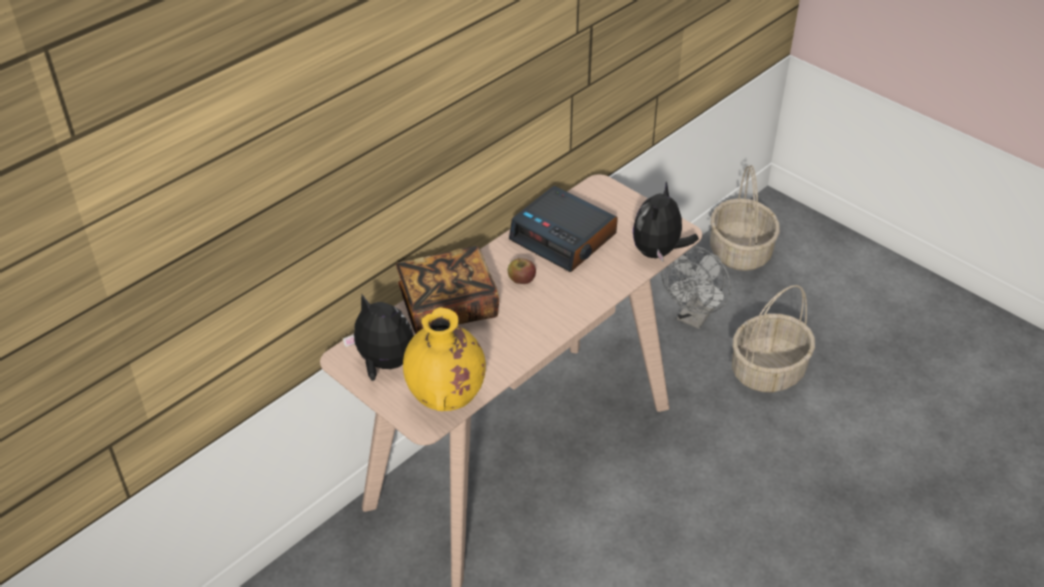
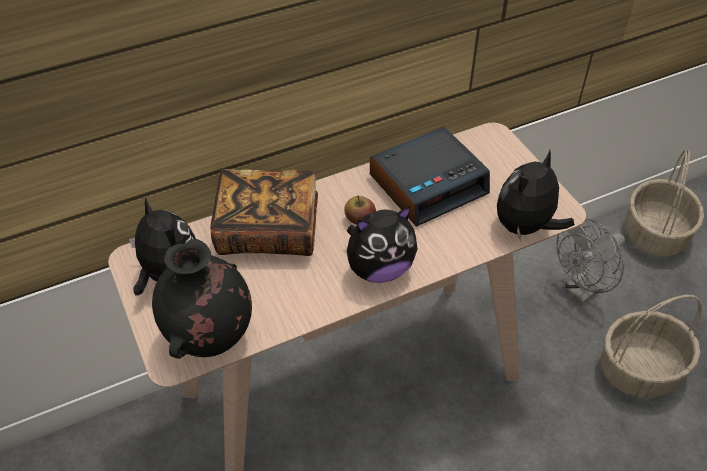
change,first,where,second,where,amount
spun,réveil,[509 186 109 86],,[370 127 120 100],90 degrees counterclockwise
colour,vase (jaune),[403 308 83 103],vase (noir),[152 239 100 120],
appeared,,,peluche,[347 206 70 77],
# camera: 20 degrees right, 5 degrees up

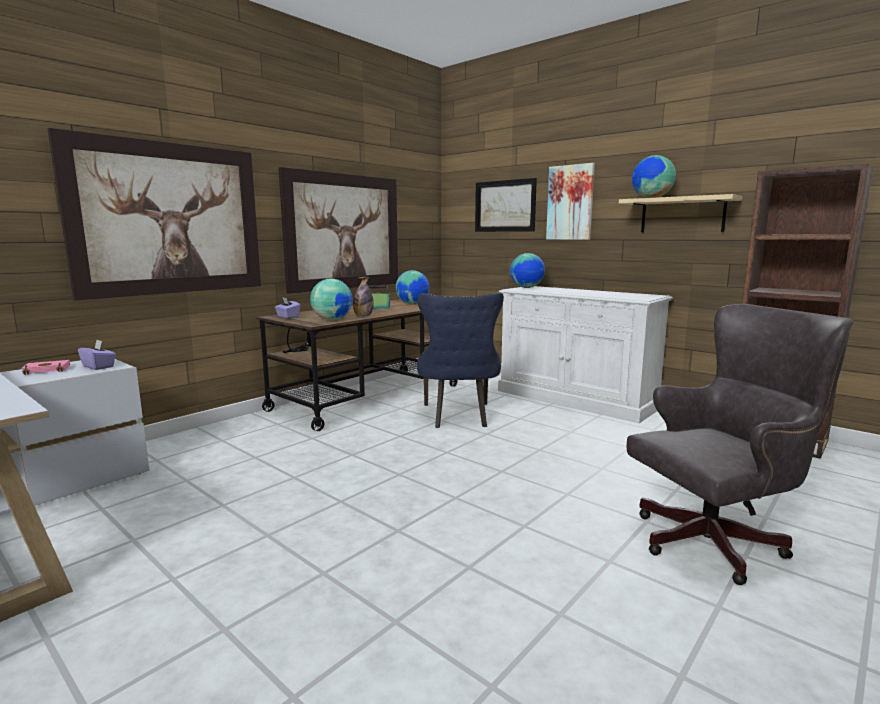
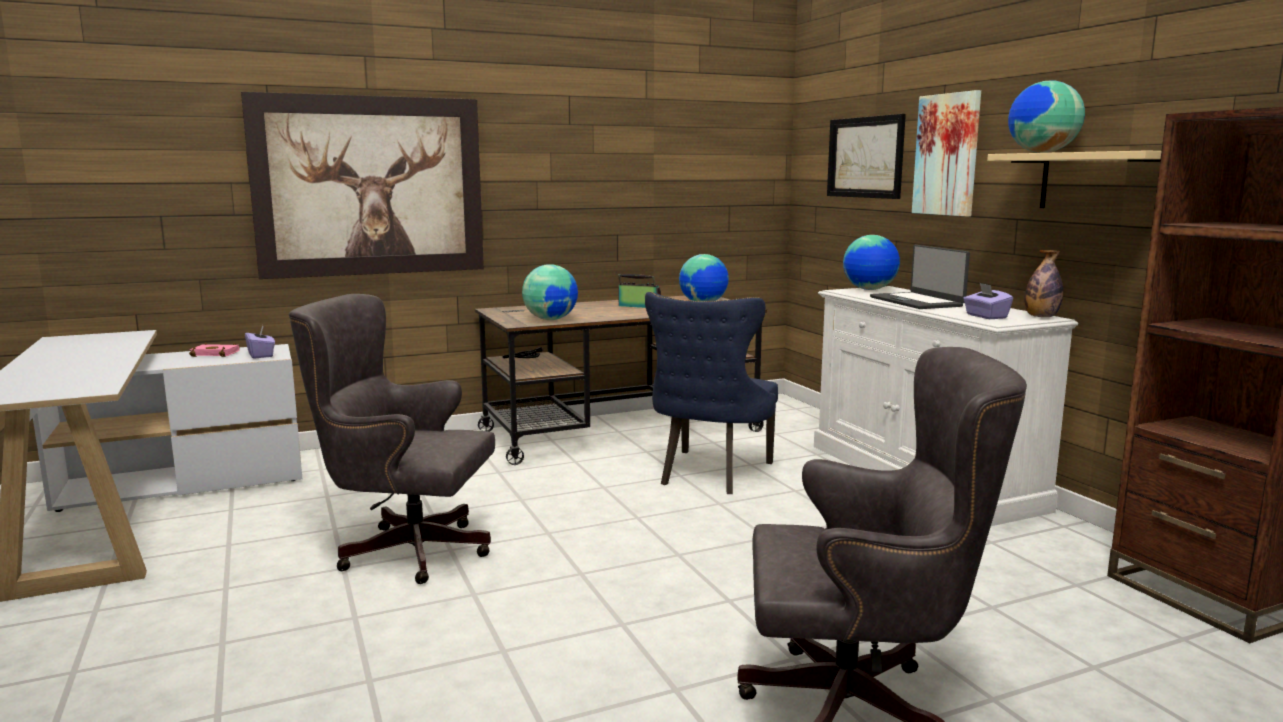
change,first,where,second,where,amount
missing,tableau,[279 167 119 127],,,
relocated,bouteille,[353 277 21 39],,[1025 250 38 67],
relocated,boîte à mouchoirs (violet),[275 297 26 22],,[963 282 50 37],
appeared,,,ordinateur portable,[870 245 100 64],
appeared,,,chaise de bureau (gris),[289 294 206 290],
# camera: 25 degrees right, 0 degrees up

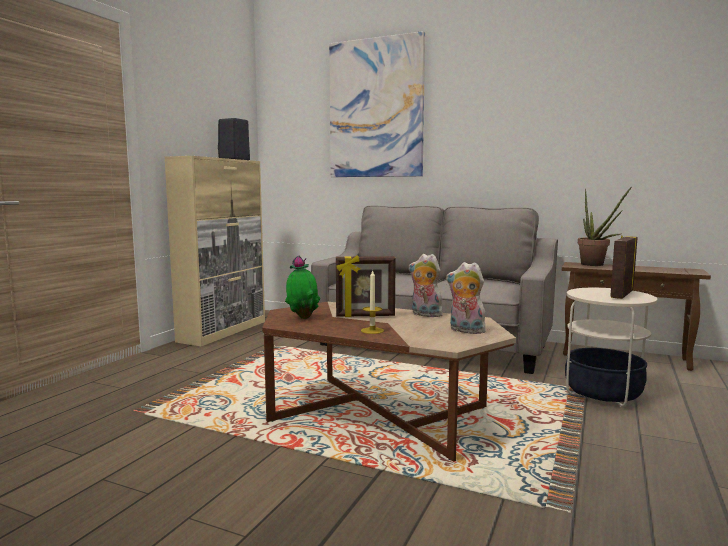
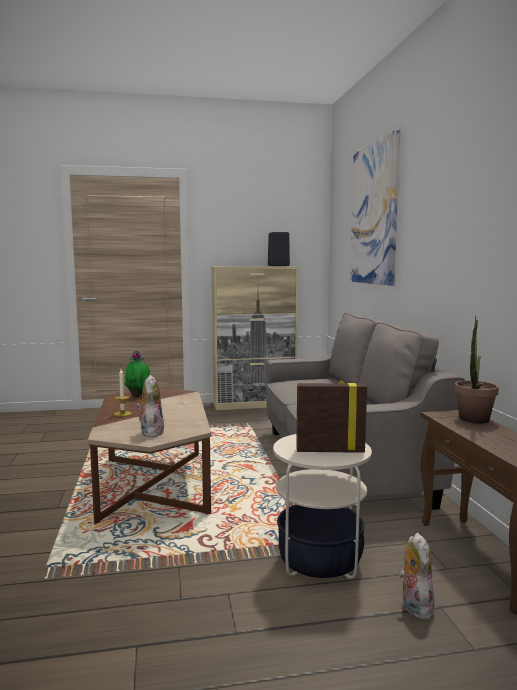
change,first,where,second,where,amount
relocated,peluche,[409 254 34 63],,[399 532 36 88],
missing,cadre photo,[336 256 60 61],,,
# camera: 55 degrees right, 0 degrees up

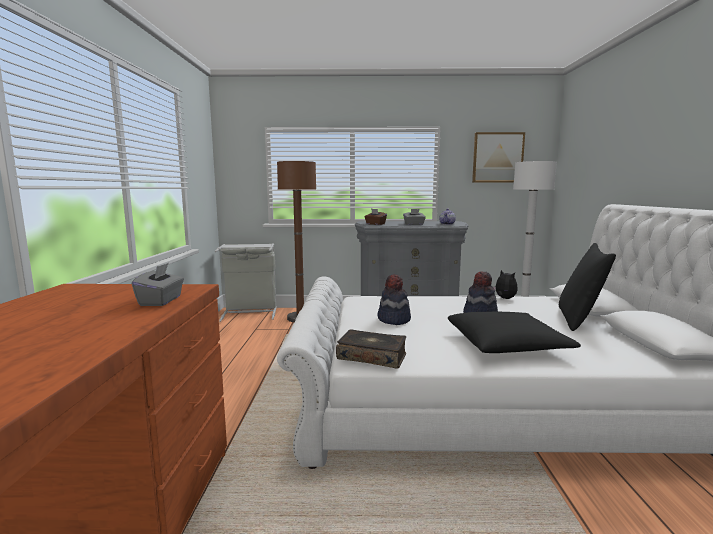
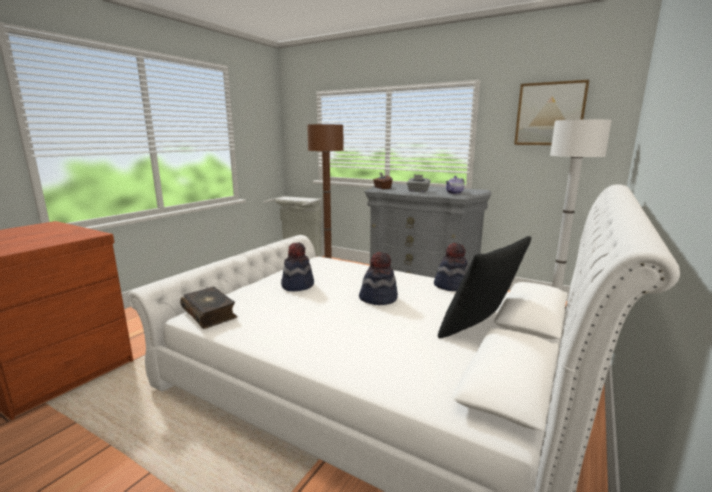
change,first,where,second,where,amount
missing,boîte à mouchoirs (gris),[132 263 52 43],,,
exchanged,peluche,[493 270 25 29],chapeau,[434 243 34 48],
missing,coussin (noir),[448 311 133 42],,,
# camera: 30 degrees right, 5 degrees up

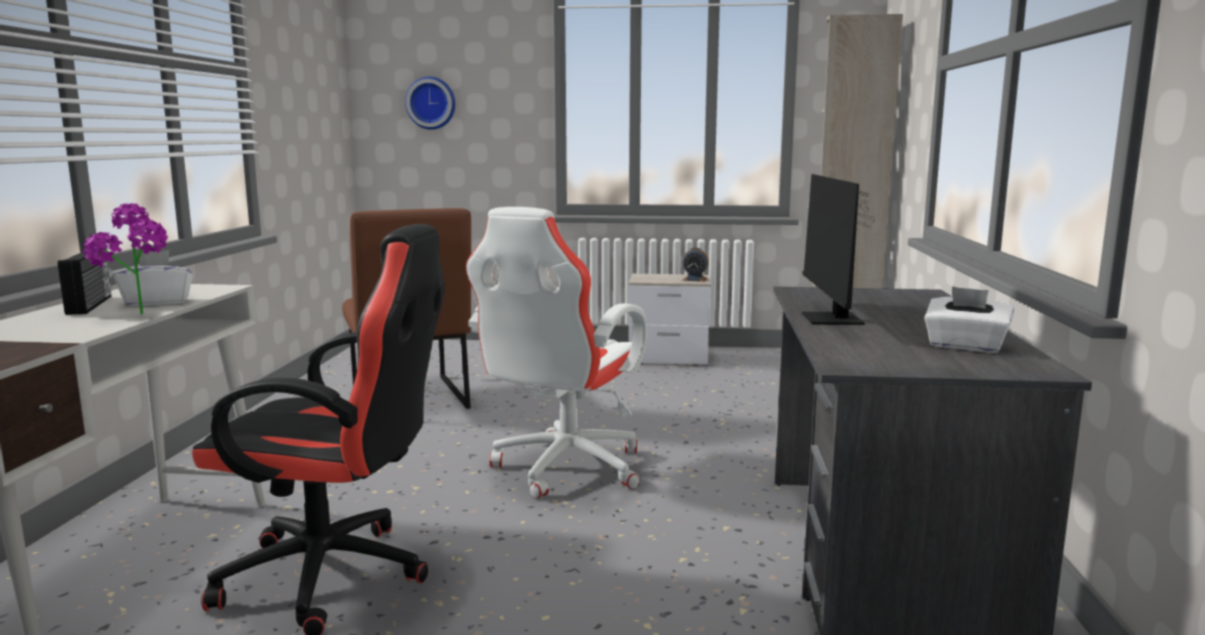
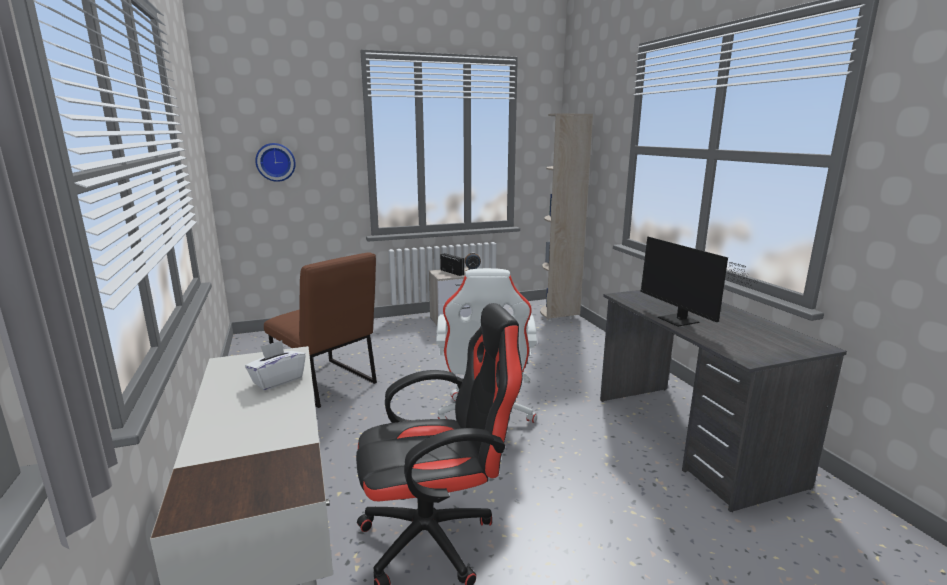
change,first,where,second,where,amount
missing,plante en pot,[83 203 85 111],,,
relocated,radio,[58 248 54 67],,[440 253 24 23],
missing,boîte à mouchoirs (blanc),[924 286 90 67],,,
# camera: 25 degrees left, 5 degrees up

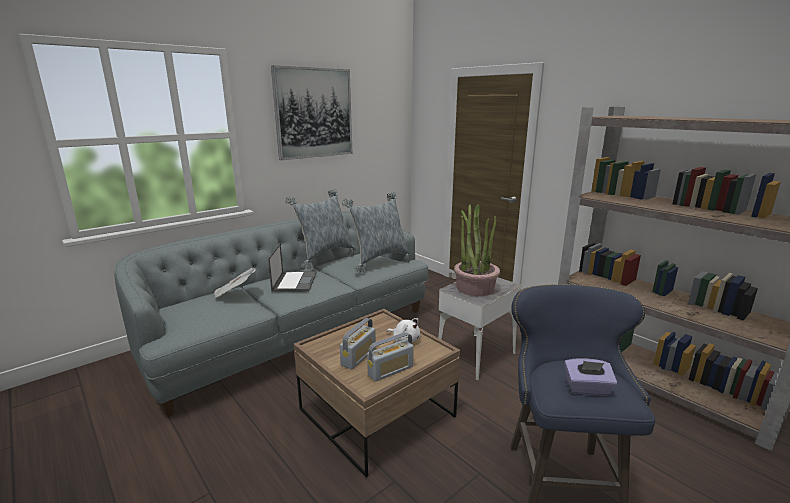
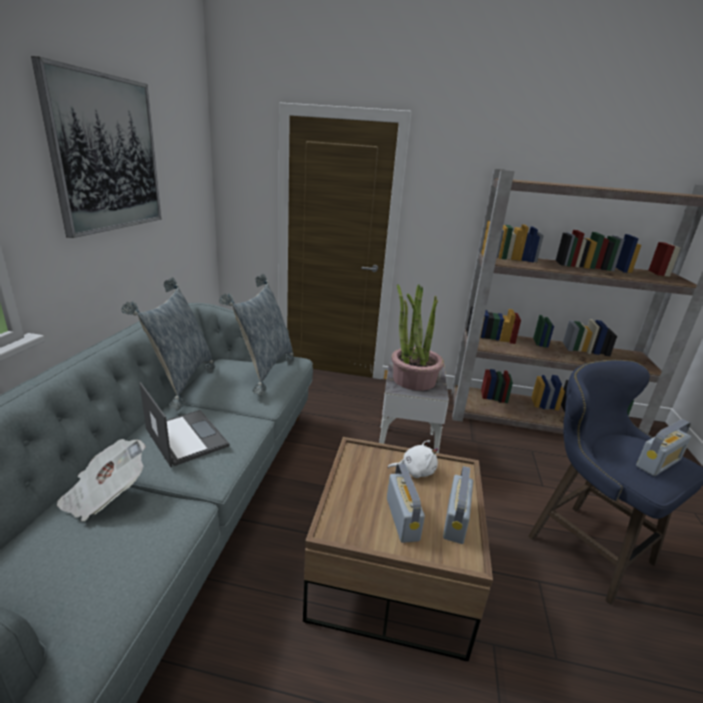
change,first,where,second,where,amount
exchanged,boîte à mouchoirs (violet),[564 358 53 38],radio,[636 419 55 57],
# camera: 40 degrees left, 5 degrees up

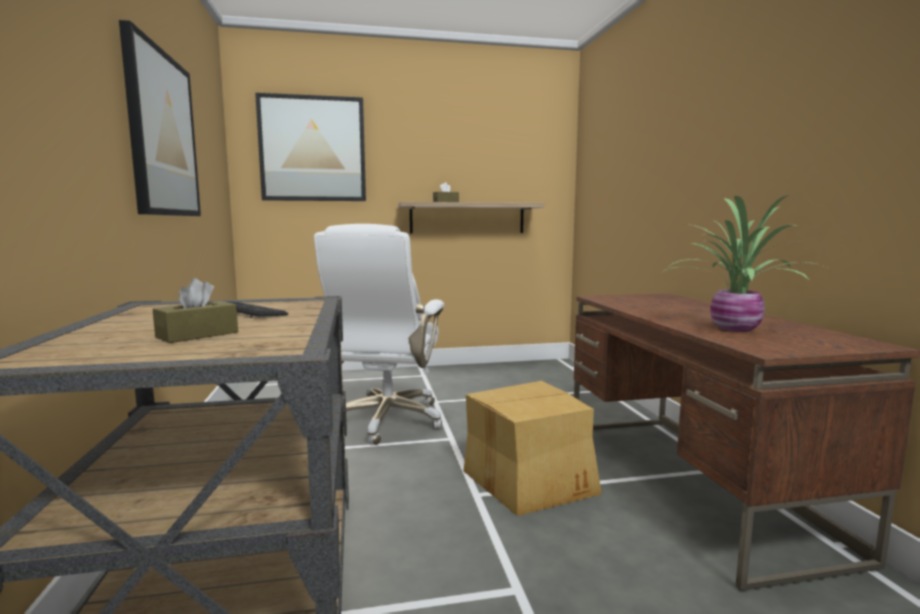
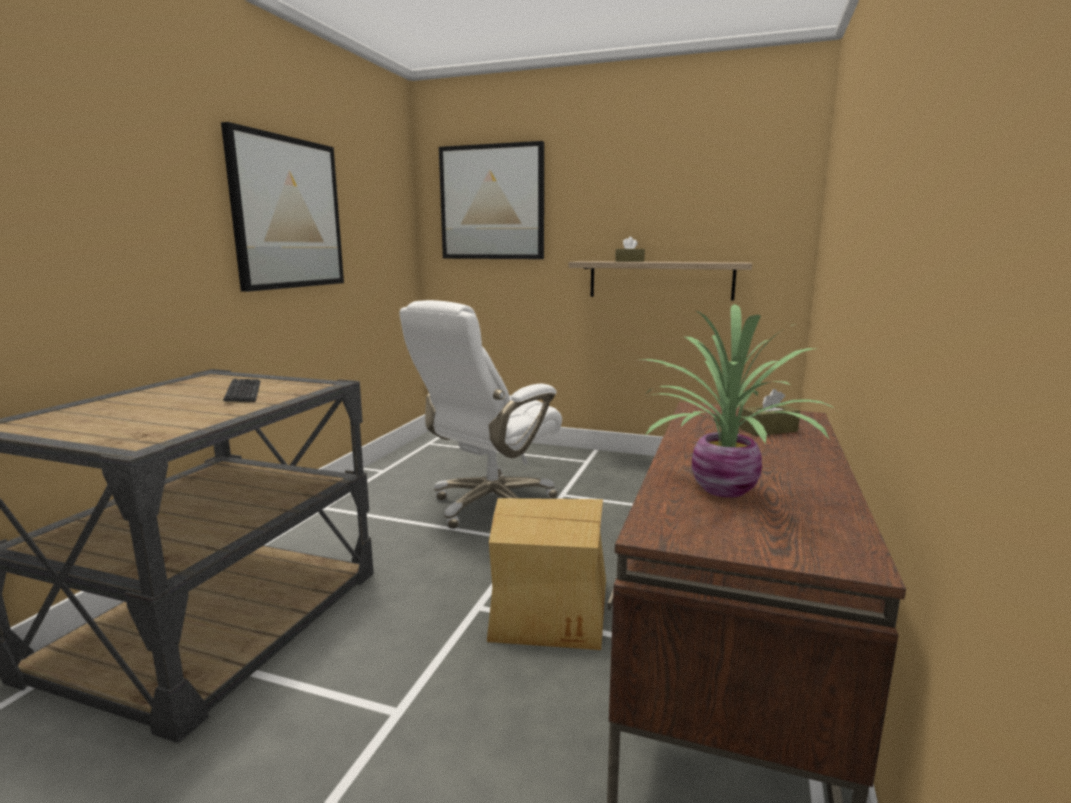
change,first,where,second,where,amount
relocated,boîte à mouchoirs (marron),[153 278 85 65],,[740 389 60 47],
# camera: 30 degrees right, 5 degrees up

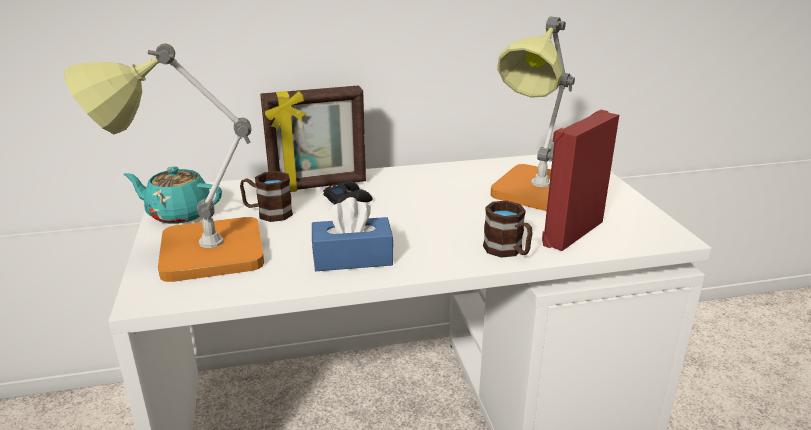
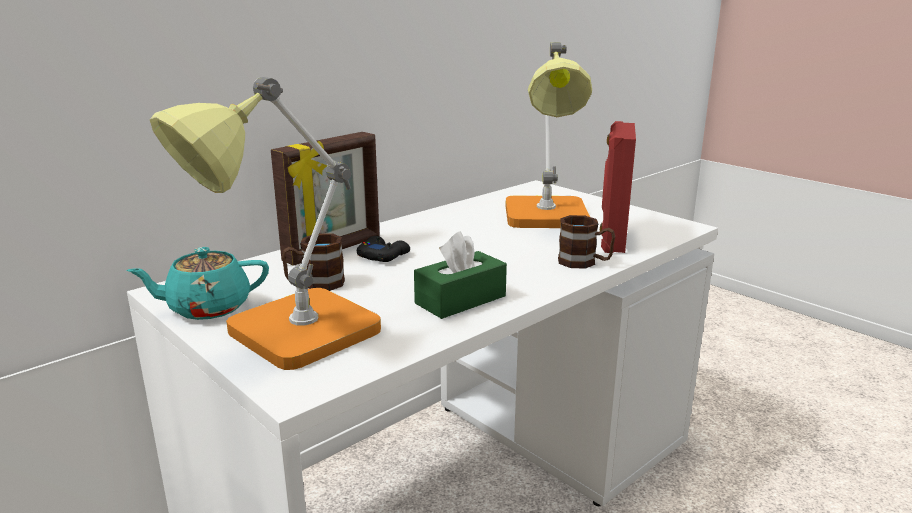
change,first,where,second,where,amount
colour,boîte à mouchoirs (bleu),[312 197 82 74],boîte à mouchoirs (vert),[414 231 93 88],
# camera: 30 degrees left, 5 degrees down

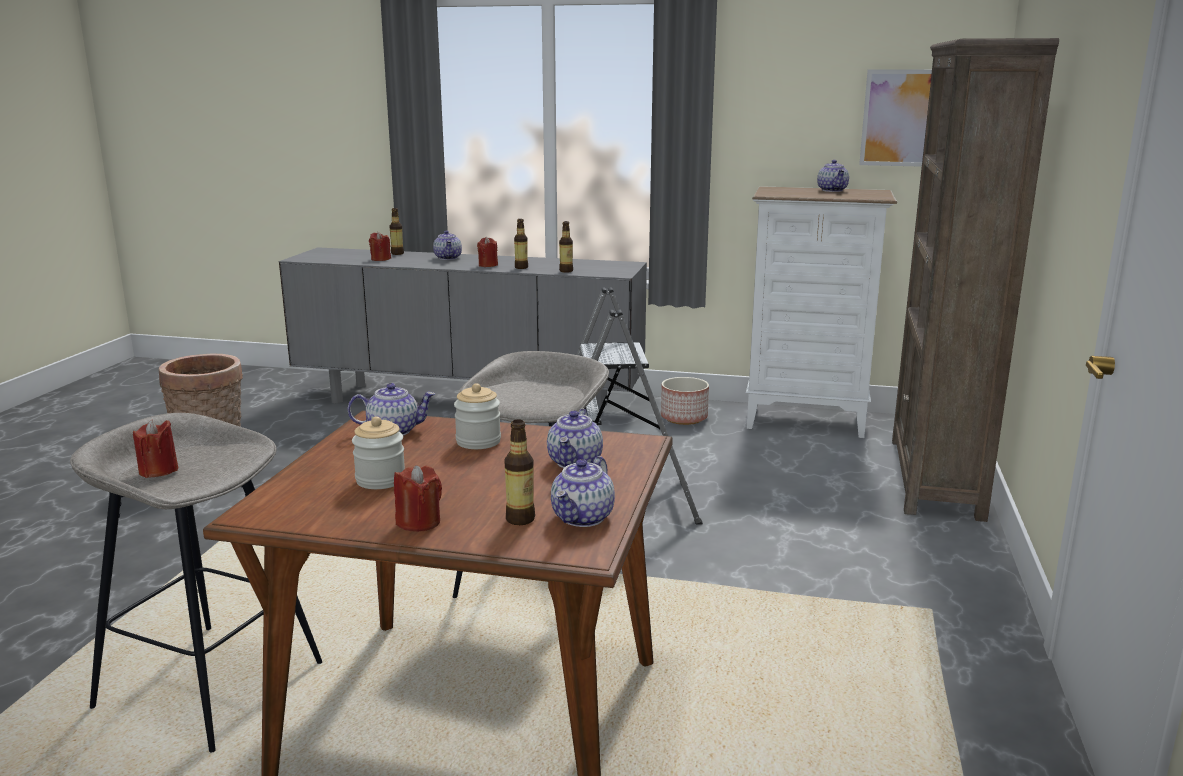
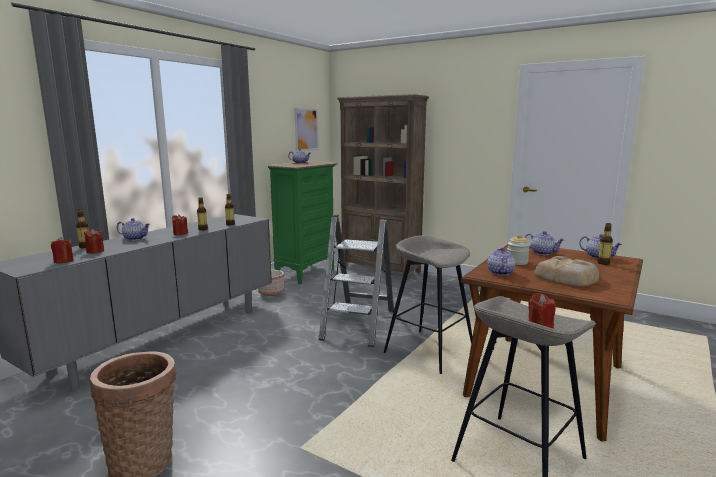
change,first,where,second,where,amount
colour,commode (blanc),[746 186 151 252],commode (vert),[268 161 70 123],
exchanged,bocal,[352 416 53 73],pain,[534 256 65 31],
relocated,bougie (rouge),[394 465 48 67],,[51 237 22 27],
# camera: 70 degrees left, 5 degrees down

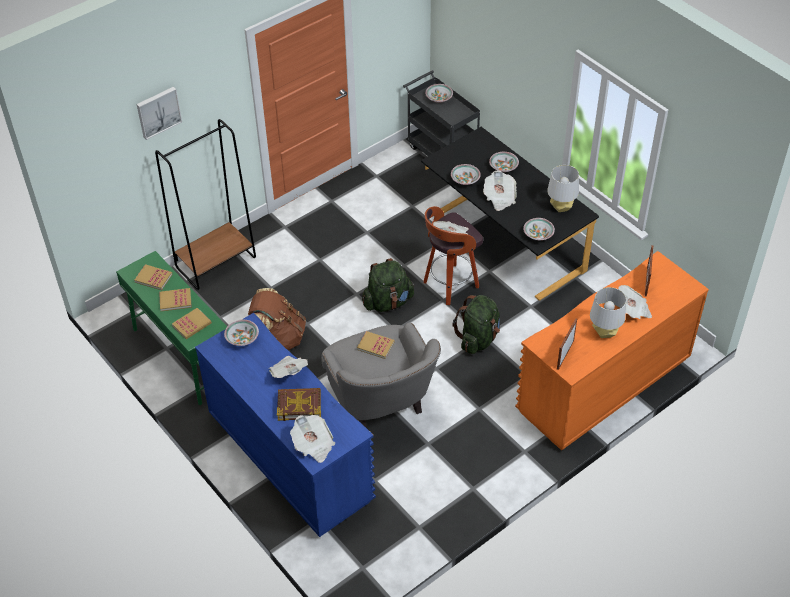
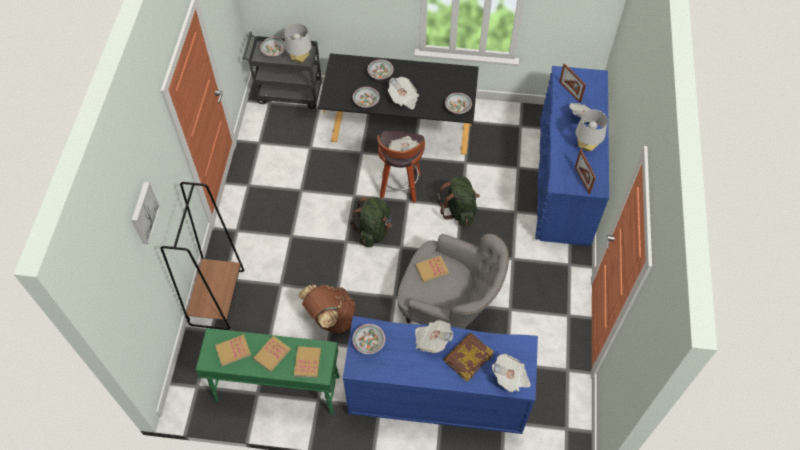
change,first,where,second,where,amount
relocated,lampe de table (gris),[547 165 32 47],,[285 23 27 40],
colour,commode (orange),[515 251 194 200],commode (bleu),[535 66 74 180],
# camera: 45 degrees left, 10 degrees up

